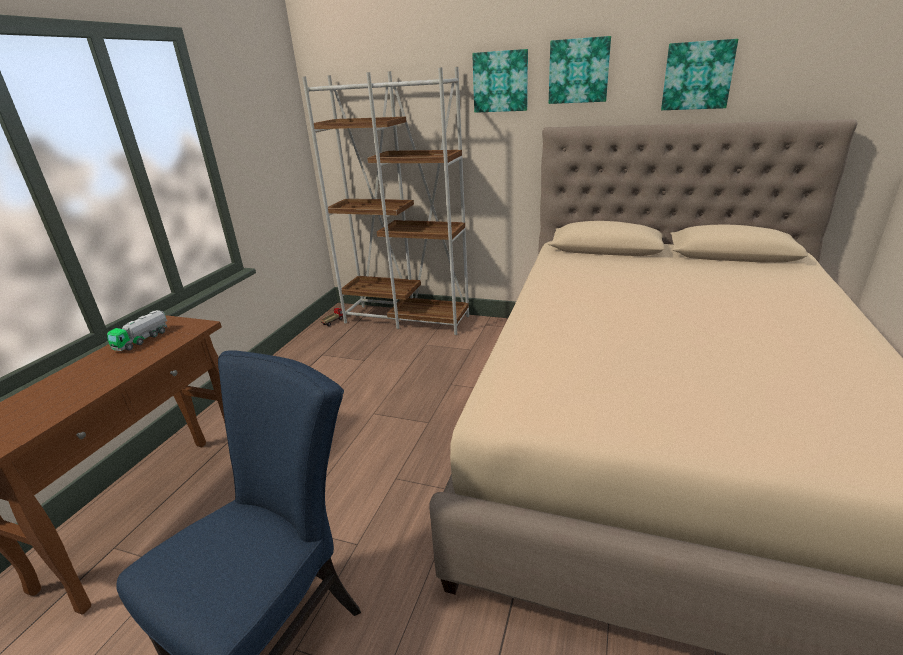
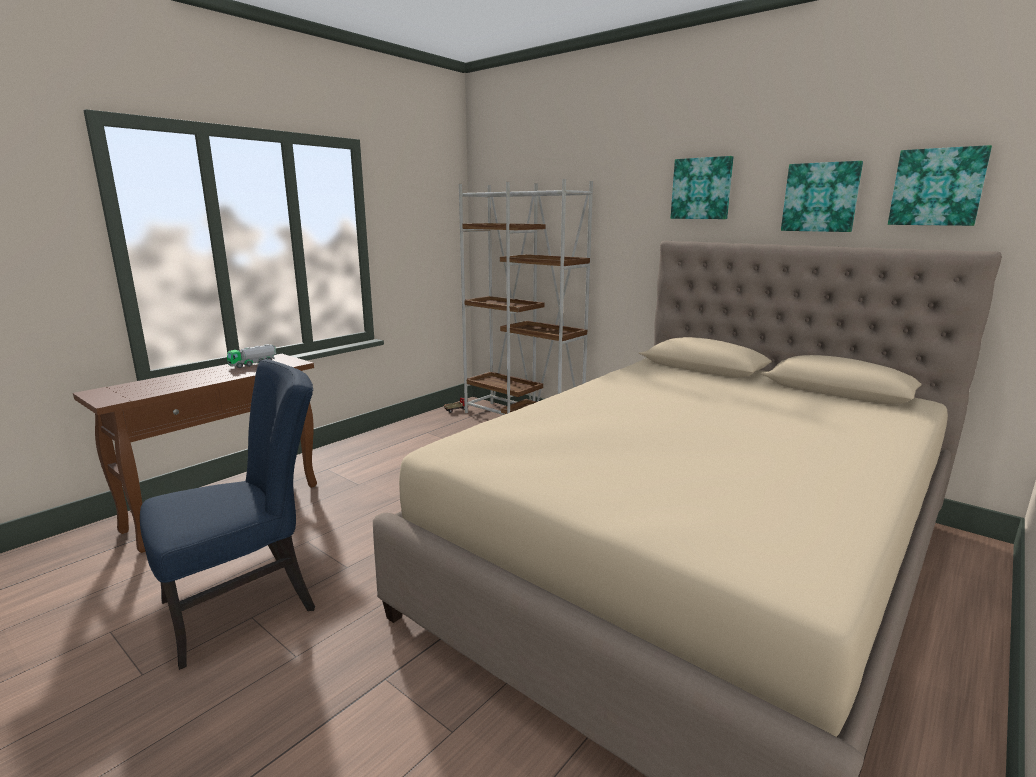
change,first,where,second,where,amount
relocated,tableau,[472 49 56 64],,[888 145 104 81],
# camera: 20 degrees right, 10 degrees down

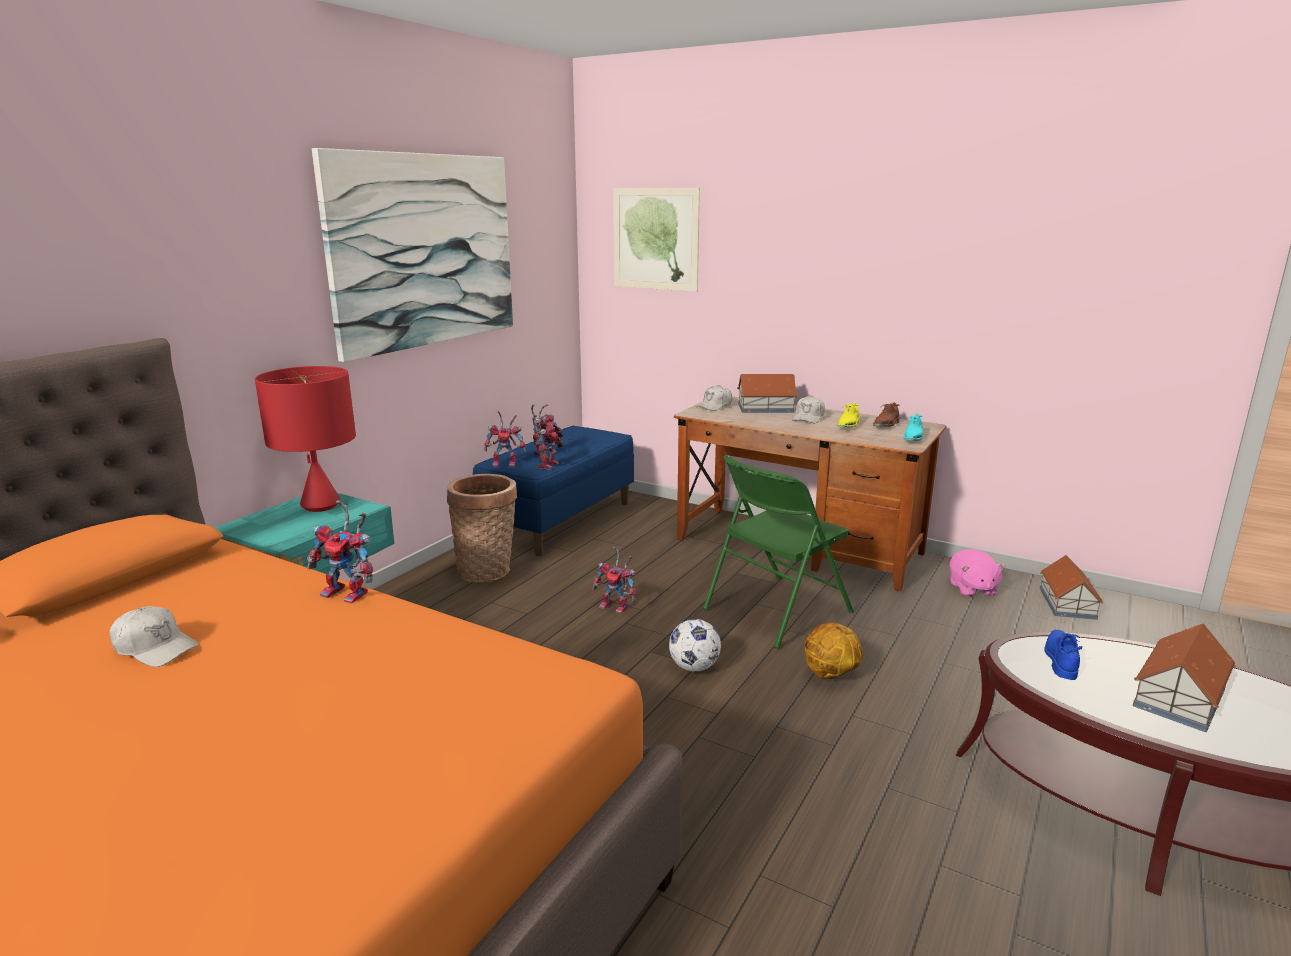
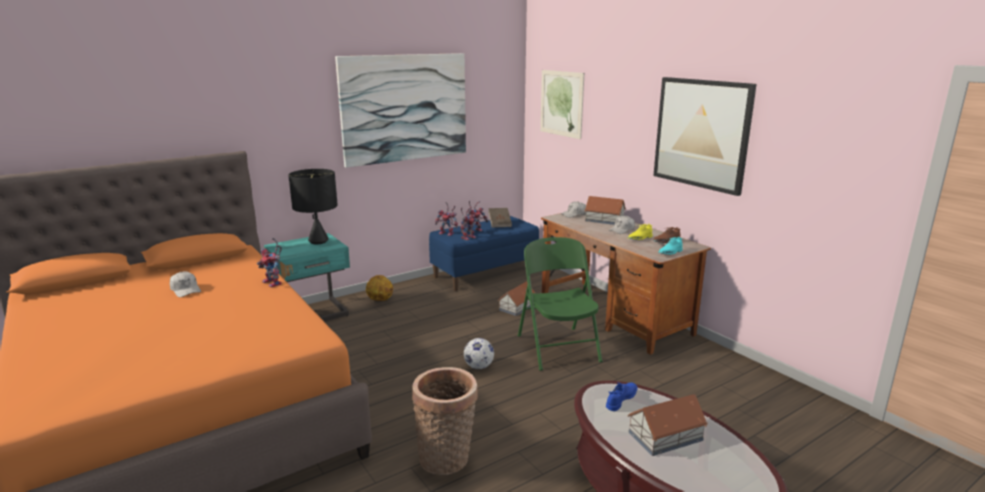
change,first,where,second,where,amount
colour,lampe de table (rouge),[255 366 101 146],lampe de table (noir),[288 169 50 75],
spun,chaise (vert),[703 455 151 195],,[518 237 85 134],90 degrees clockwise
relocated,panier,[447 474 70 109],,[412 367 66 108],
missing,robot jouet,[592 547 45 67],,,
missing,peluche (rose),[949 549 57 48],,,
relocated,maison miniature,[1040 555 63 65],,[498 281 37 35],
relocated,ballon de basket,[804 622 59 57],,[366 275 27 26],
appeared,,,tableau,[653 77 104 119],
appeared,,,livre (marron),[488 208 24 20],
# camera: 25 degrees right, 0 degrees up

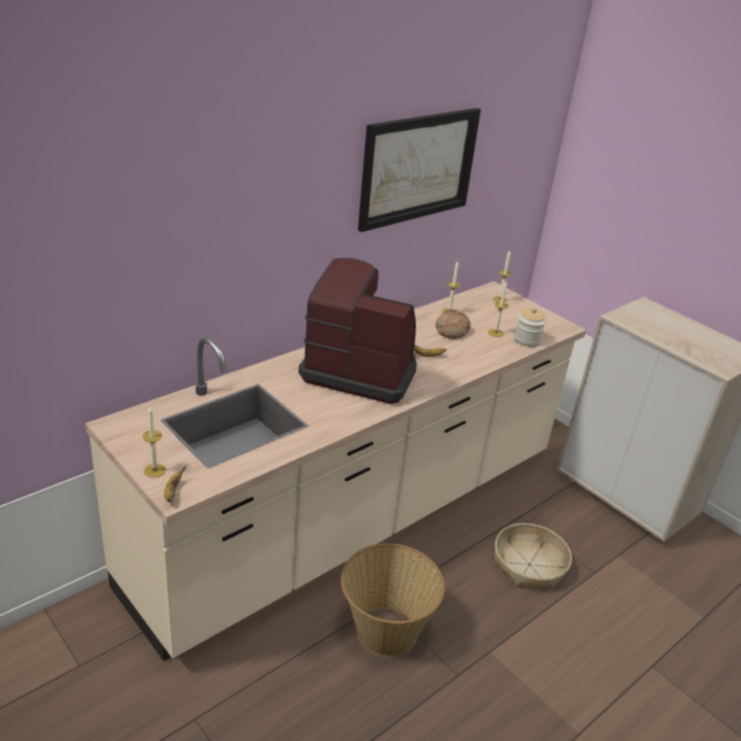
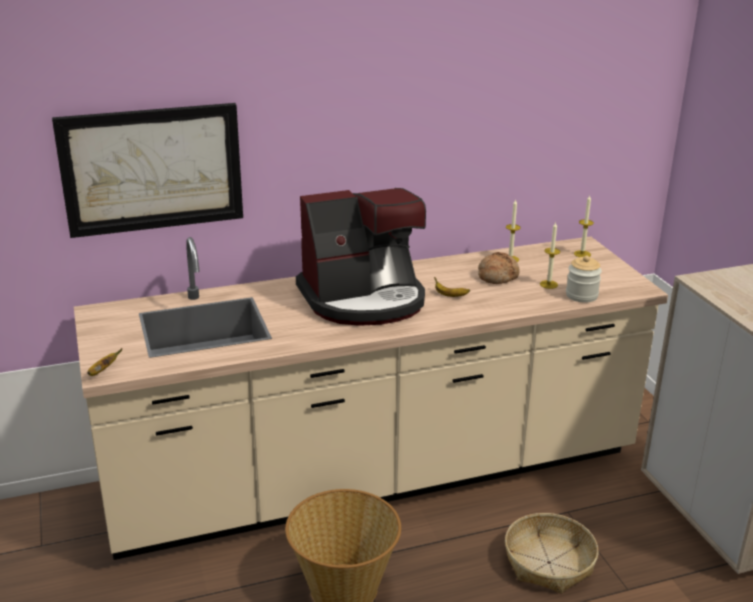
change,first,where,second,where,amount
relocated,tableau,[358 108 123 124],,[52 103 191 135],
spun,machine à café,[299 258 118 146],,[296 188 130 138],120 degrees clockwise
missing,bougie,[143 406 23 72],,,
# camera: 25 degrees right, 5 degrees down

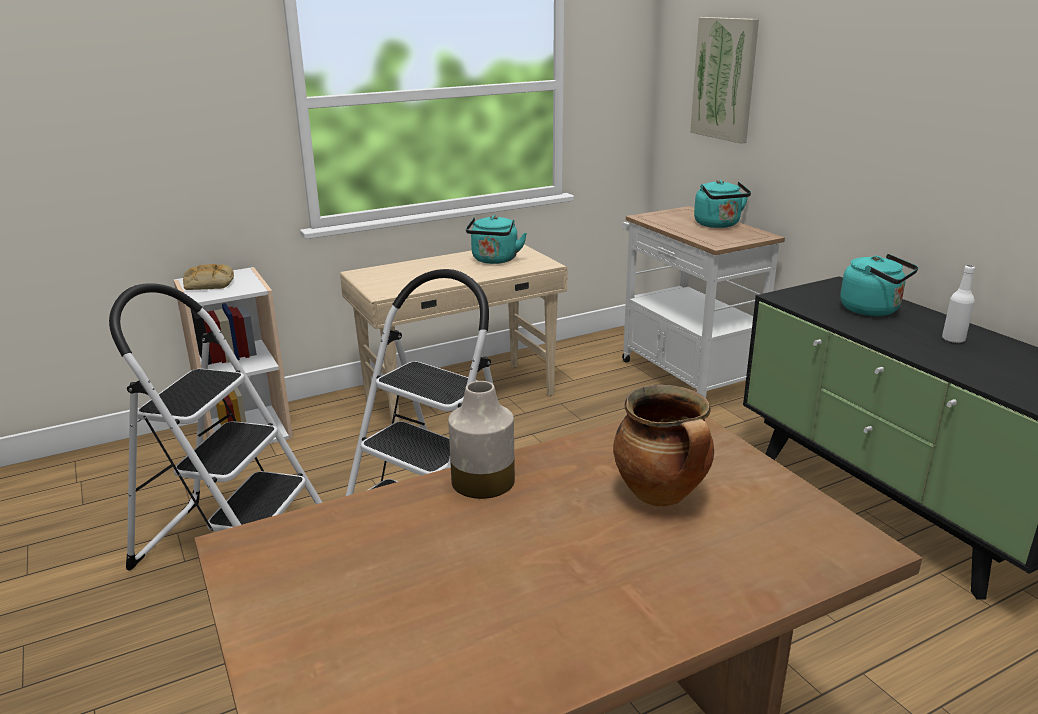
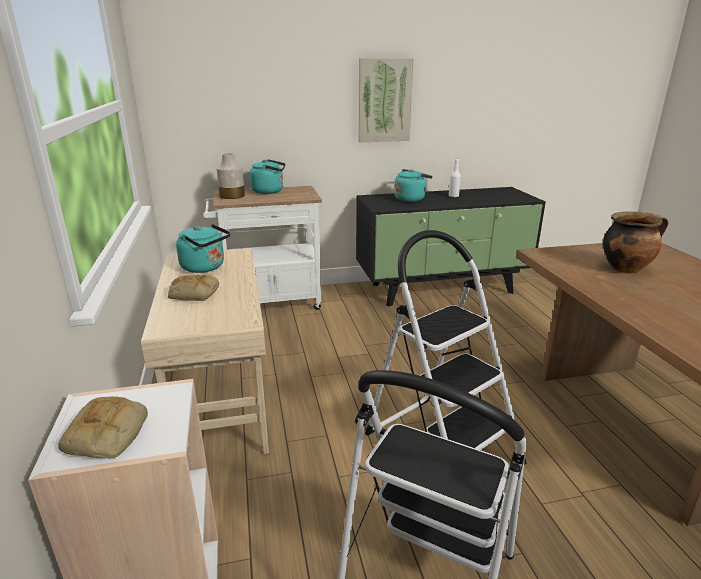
change,first,where,second,where,amount
relocated,tableau,[690 17 69 126],,[358 58 56 84],
relocated,vase (beige),[448 381 67 118],,[216 153 29 46],
appeared,,,pain,[168 275 51 26],
# camera: 75 degrees left, 0 degrees up

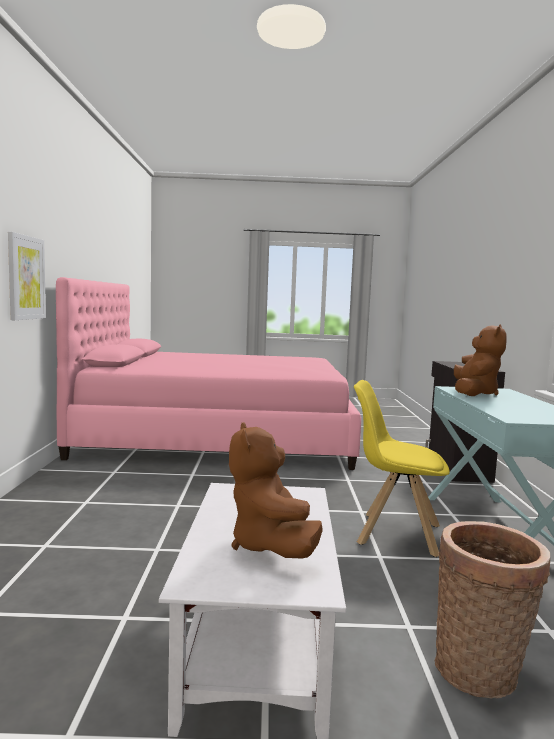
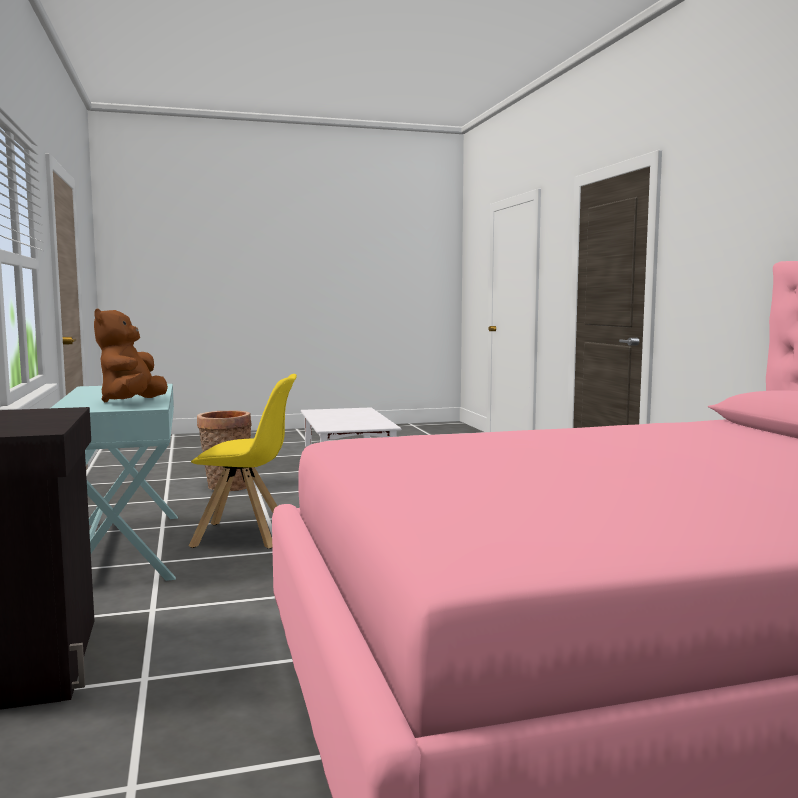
change,first,where,second,where,amount
missing,tableau,[8 232 38 88],,,
missing,peluche (marron),[229 422 94 137],,,
# camera: 165 degrees right, 0 degrees up

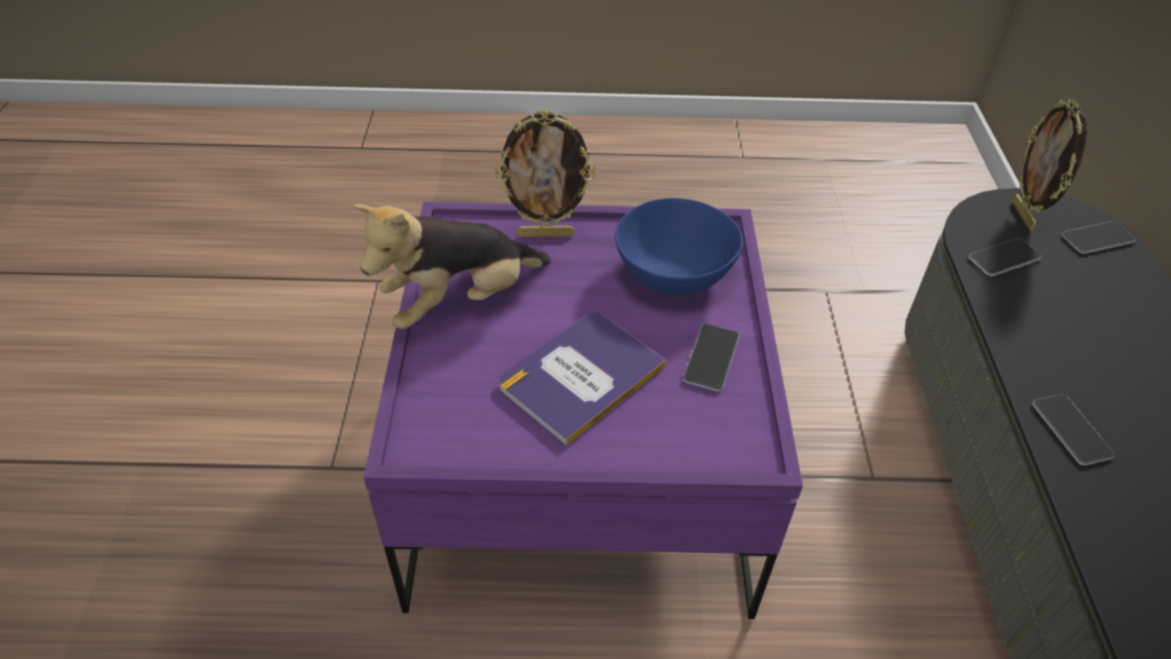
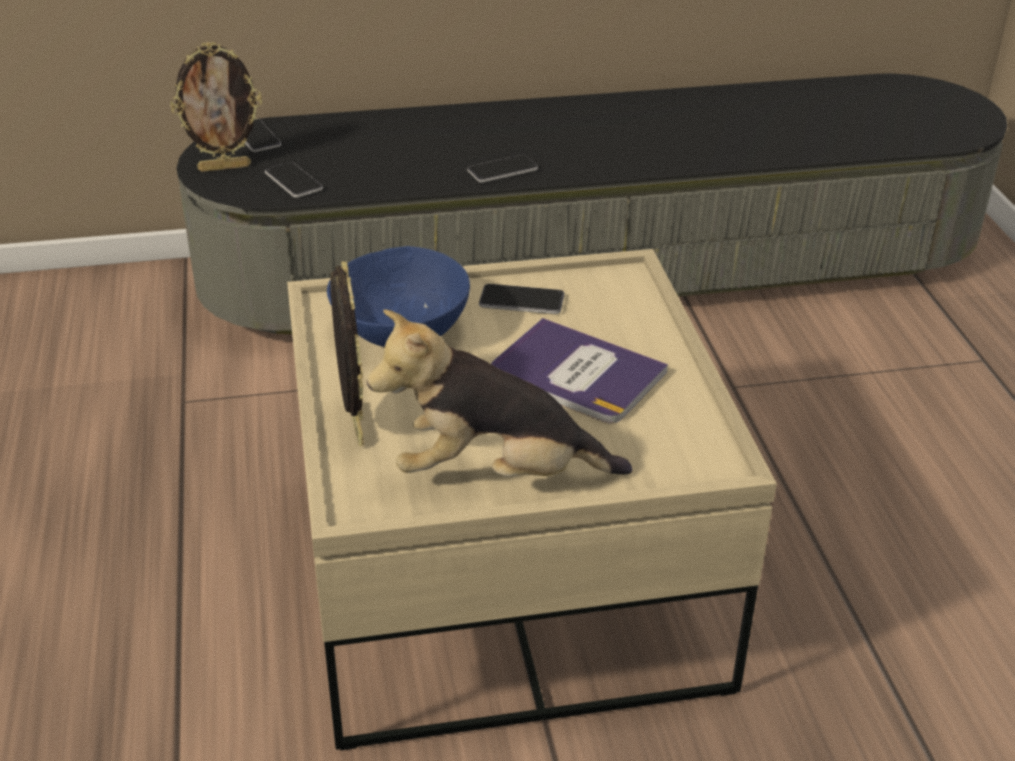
change,first,where,second,where,amount
colour,table basse (violet),[363 202 440 417],table basse (beige),[287 249 490 502],
spun,peluche,[353 204 198 125],,[367 309 265 168],135 degrees clockwise
# camera: 100 degrees left, 10 degrees down

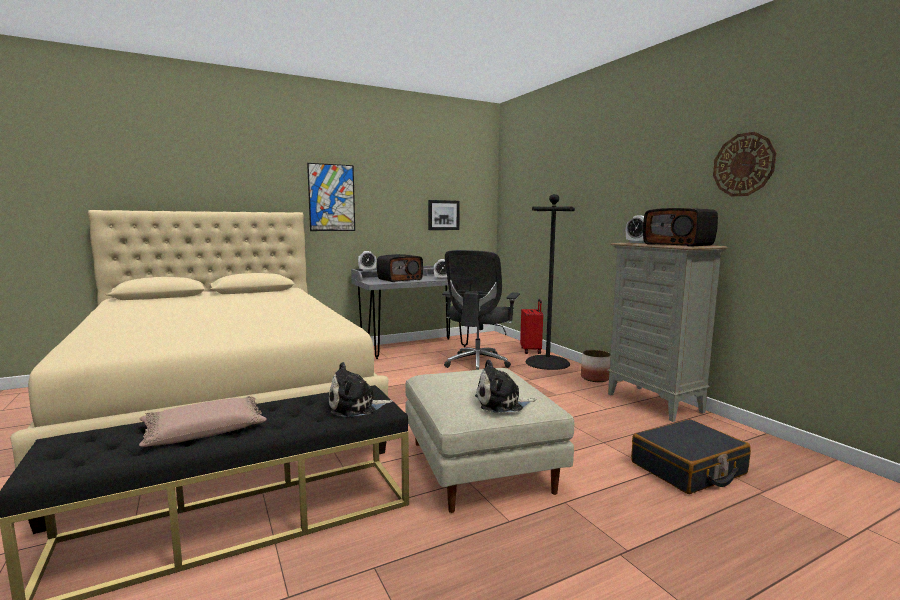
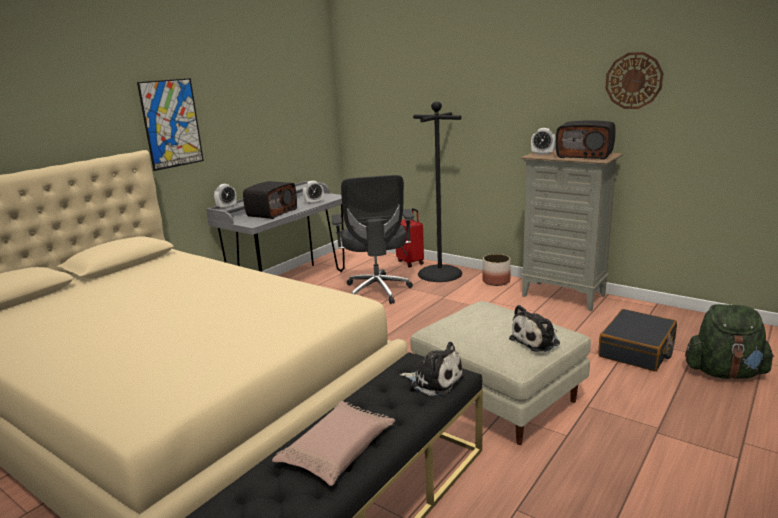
change,first,where,second,where,amount
missing,tableau,[428 200 32 30],,,
spun,peluche,[329 362 64 55],,[400 342 64 54],105 degrees counterclockwise
appeared,,,sac à dos (vert),[685 304 89 75],
# camera: 25 degrees left, 10 degrees up

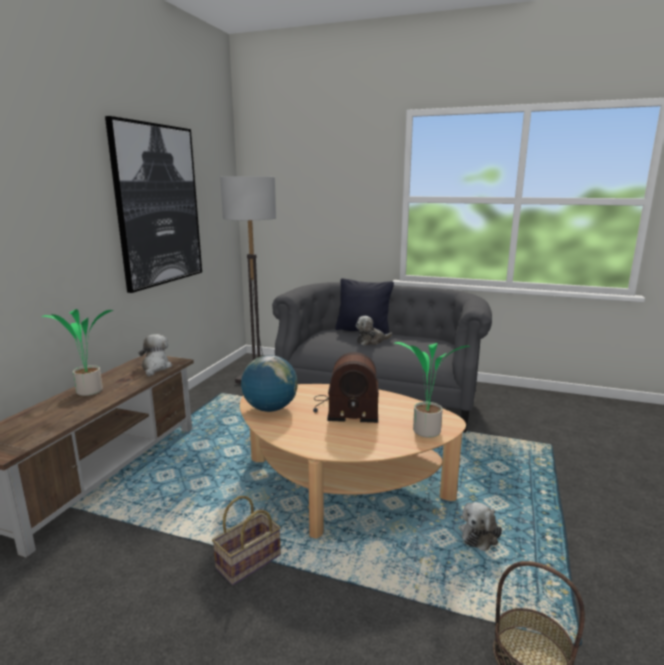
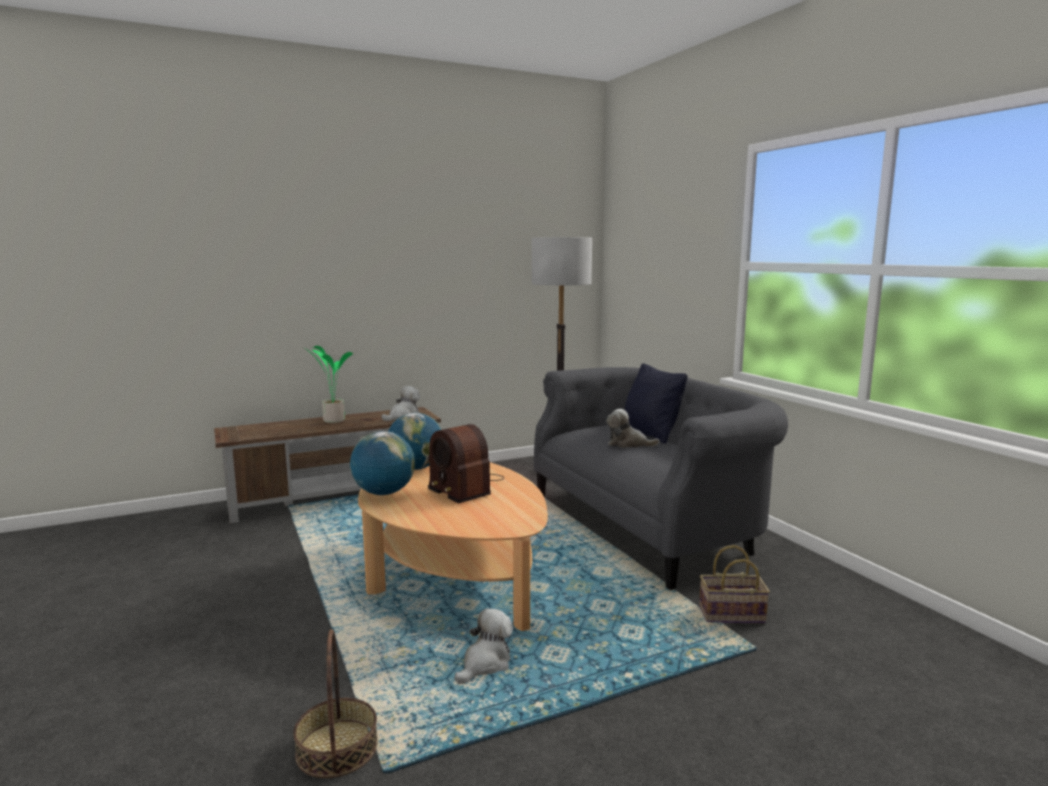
change,first,where,second,where,amount
missing,tableau,[105 116 97 177],,,
missing,plante en pot,[394 342 77 96],,,
relocated,panier,[212 496 69 89],,[699 545 71 79],
spun,peluche,[460 502 42 49],,[455 608 58 76],135 degrees clockwise
appeared,,,globe,[350 431 65 64],
# camera: 45 degrees right, 5 degrees down

